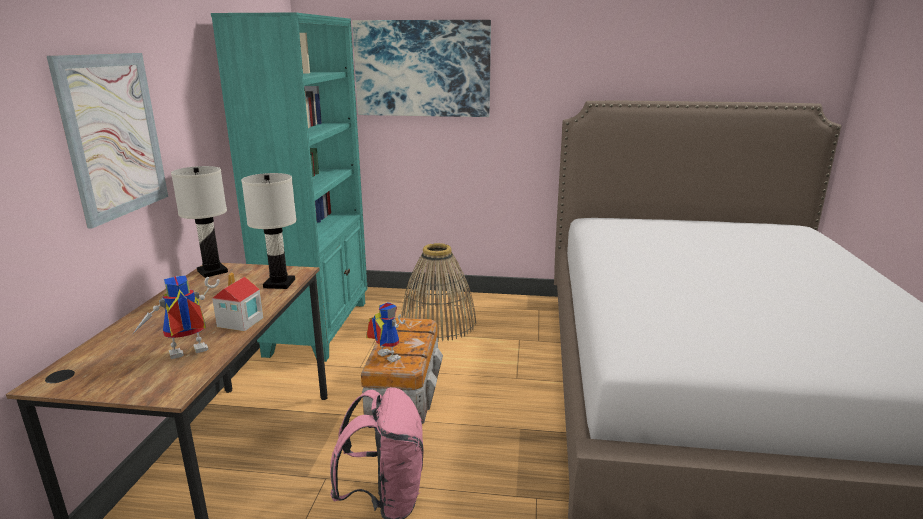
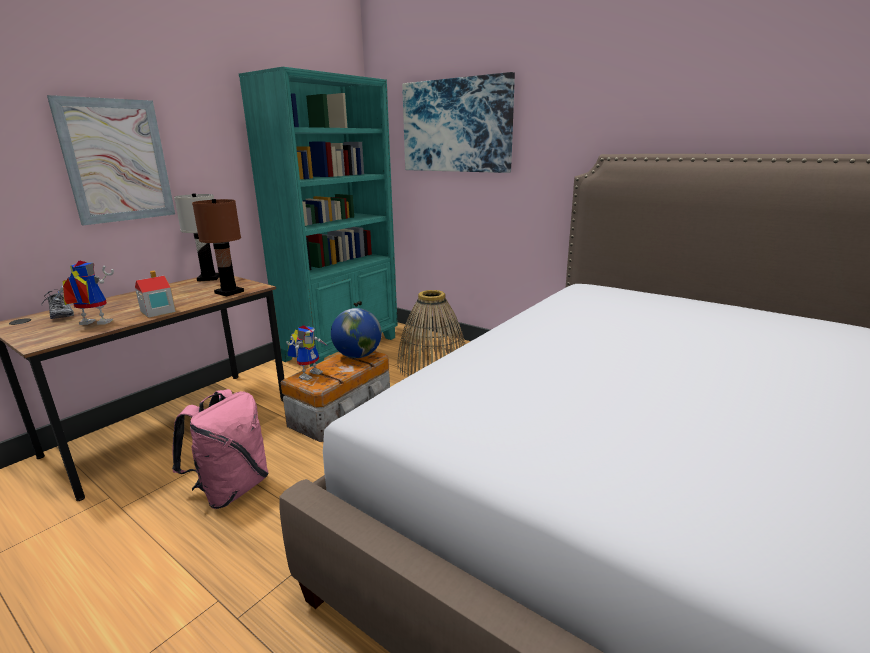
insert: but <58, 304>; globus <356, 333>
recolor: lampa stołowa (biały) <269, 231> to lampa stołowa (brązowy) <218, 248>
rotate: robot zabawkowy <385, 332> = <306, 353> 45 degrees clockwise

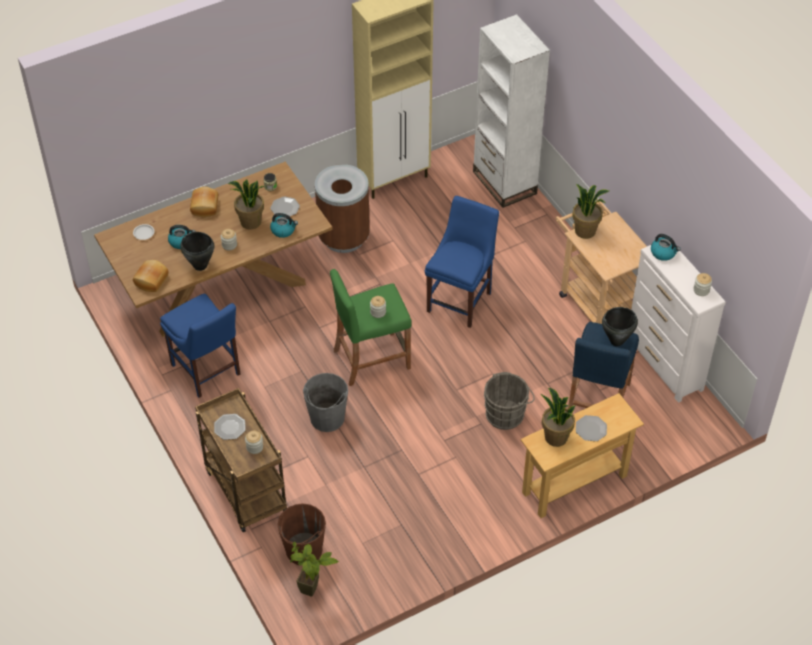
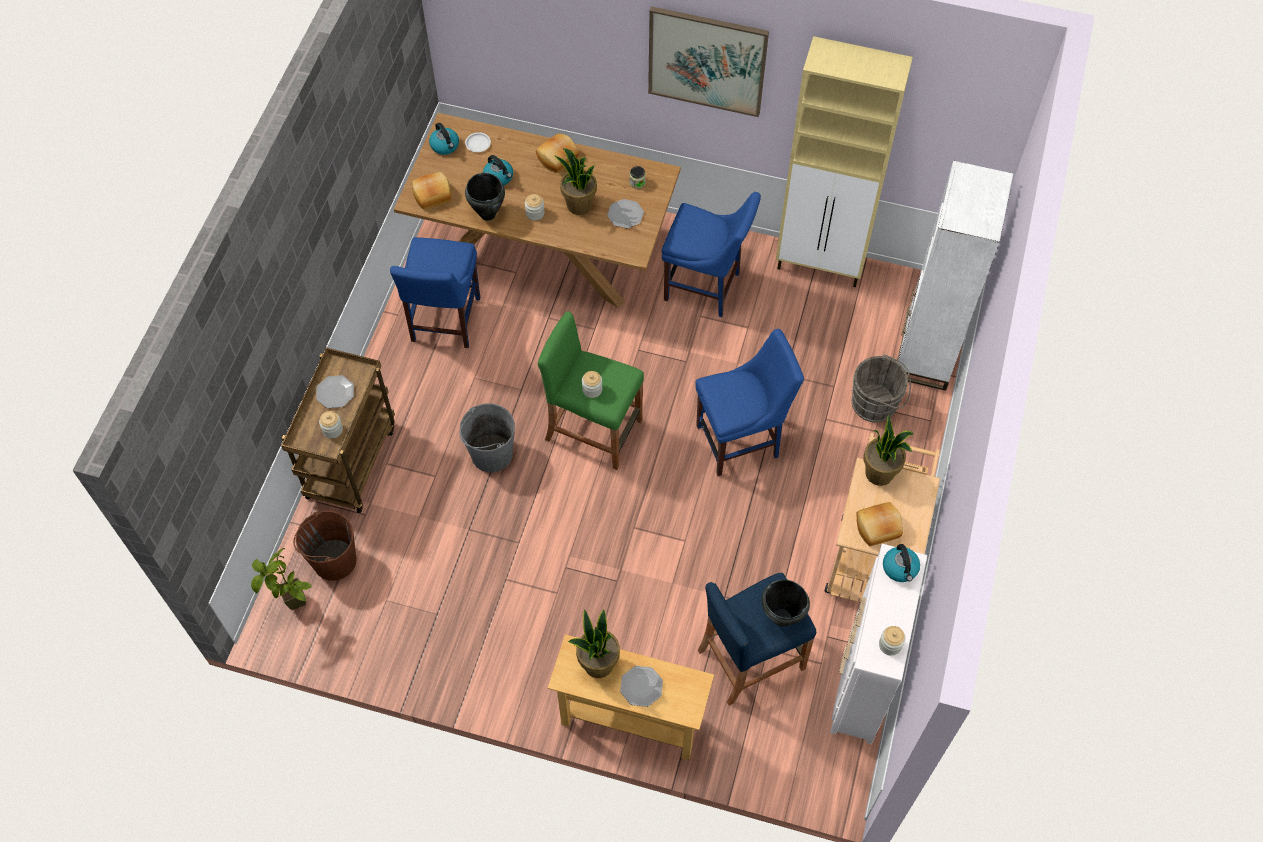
insert: obraz <708, 61>; chleb <879, 524>
move: czajnik <284, 225> to <444, 139>; wiadro (szary) <509, 401> to <881, 388>
replace: kosz na śmieci (brązowy) <342, 208> to krzesło (niebieski) <711, 254>

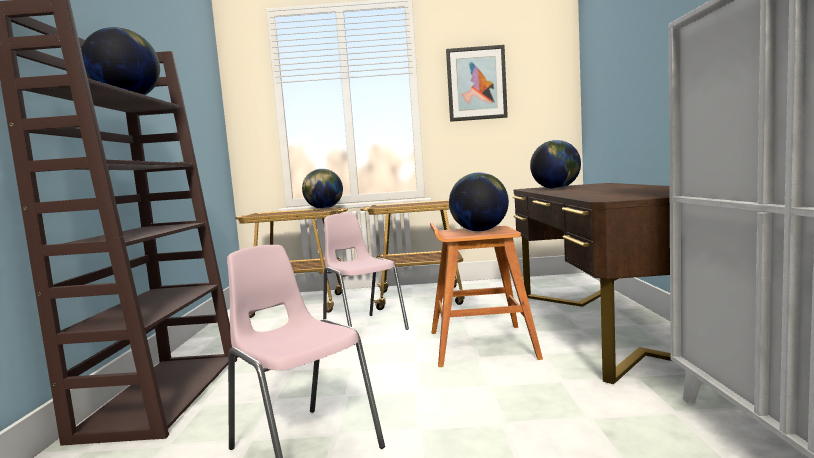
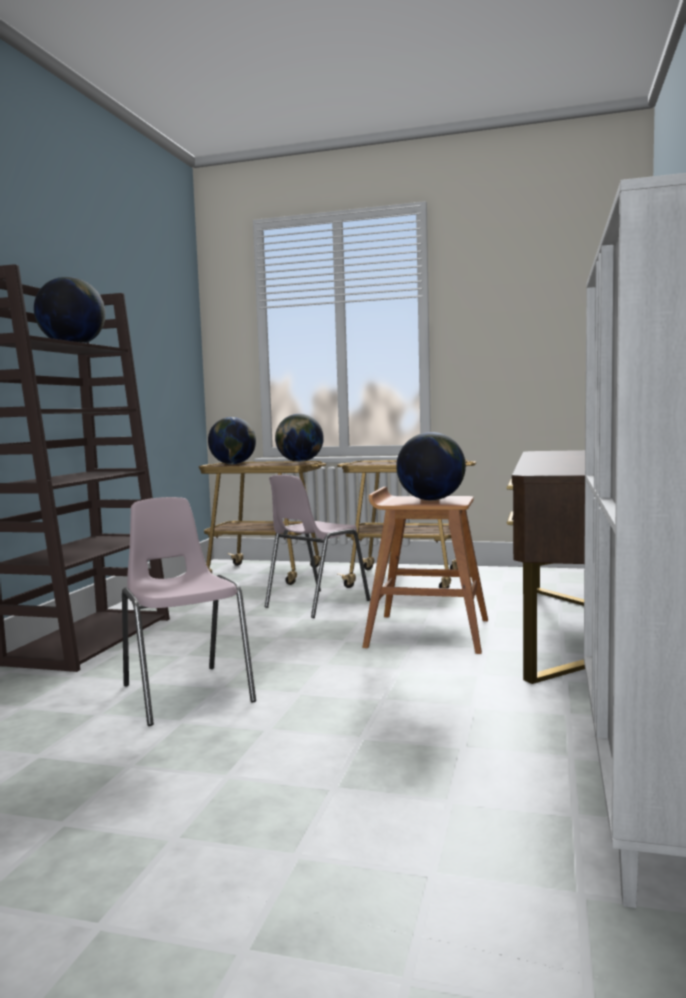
delete: obraz <477, 83>
move: globus <555, 164> to <232, 440>
rotate: krzesło (różowy) <366, 271> = <317, 546> 120 degrees counterclockwise

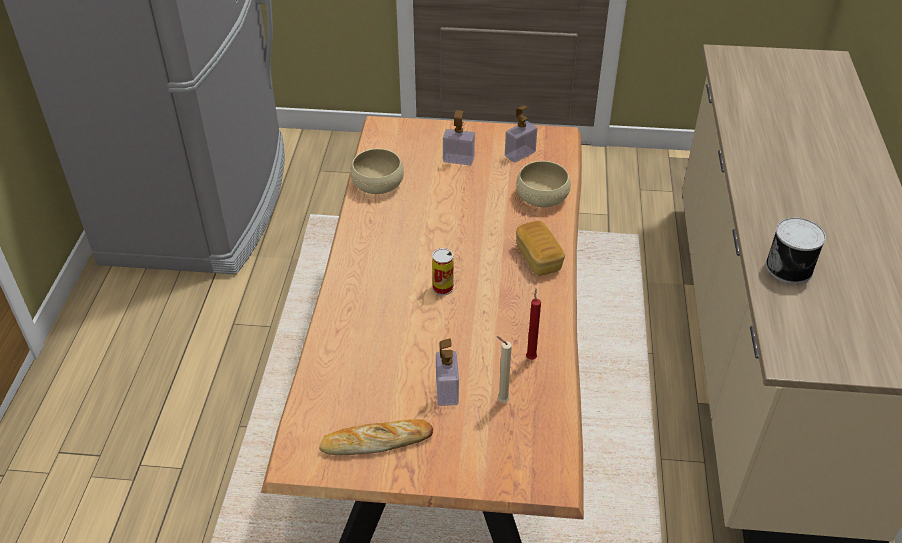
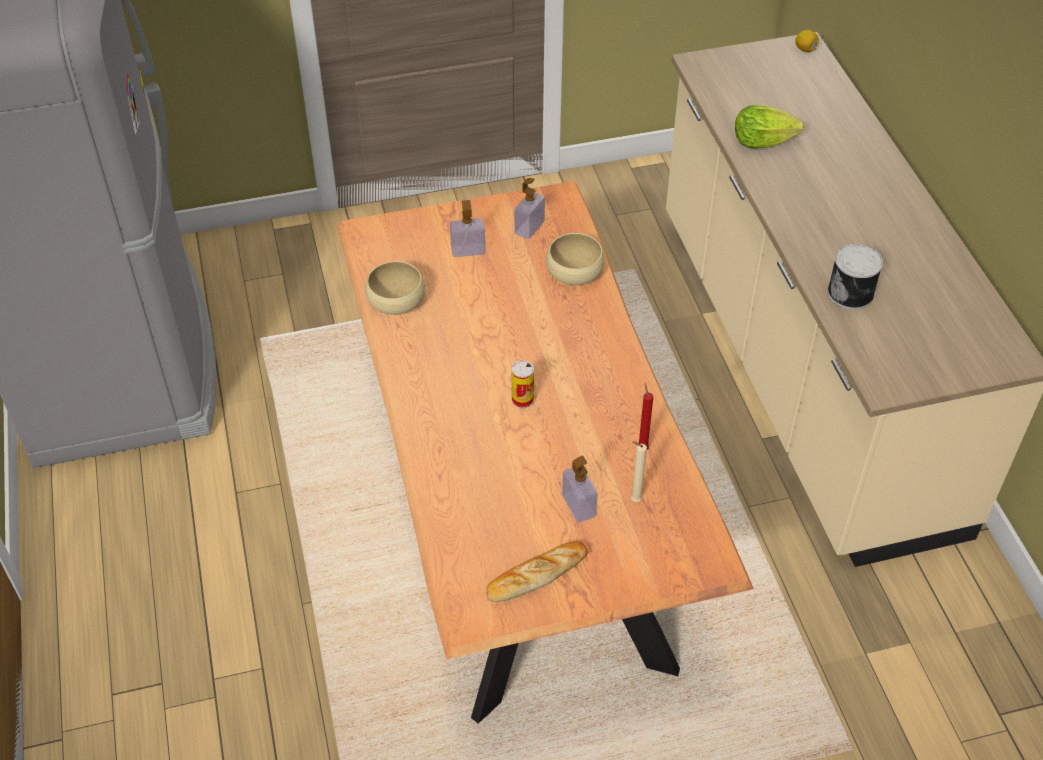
delete: chleb <540, 248>
insert: sałata <769, 127>; cytryna <807, 41>

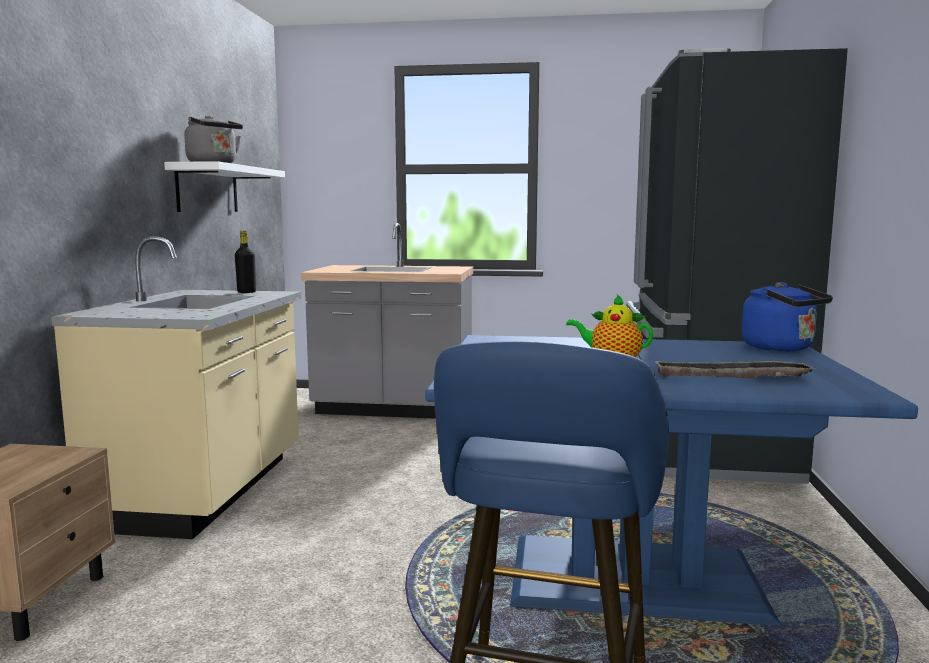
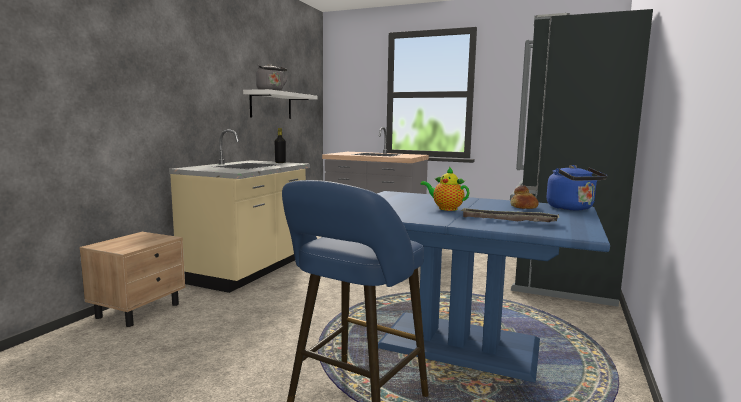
insert: chleb <525, 197>

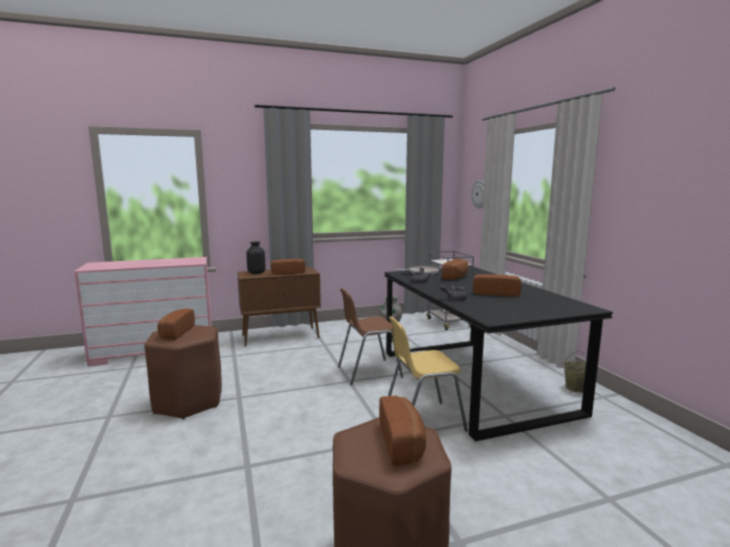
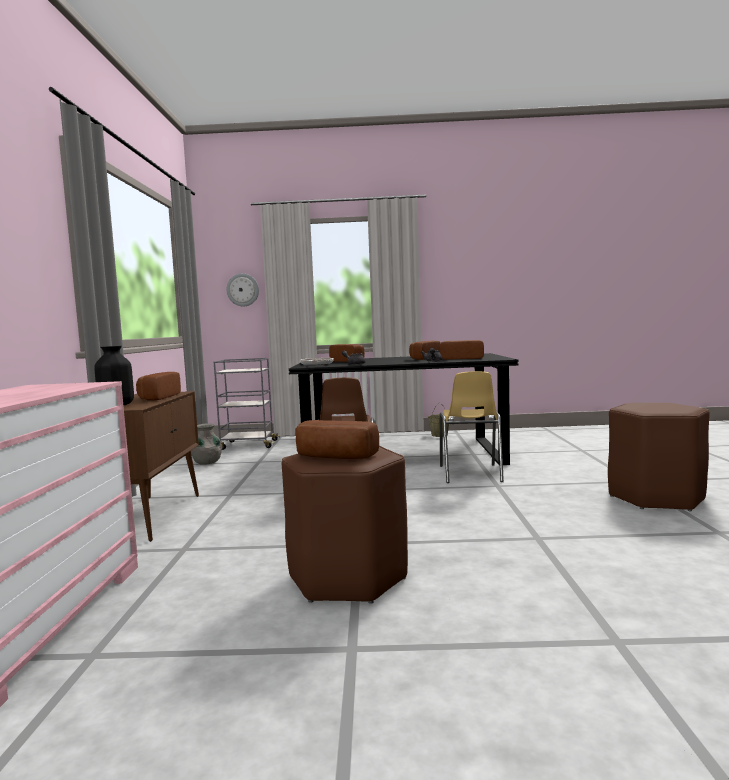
move: chleb <402, 431> to <461, 349>

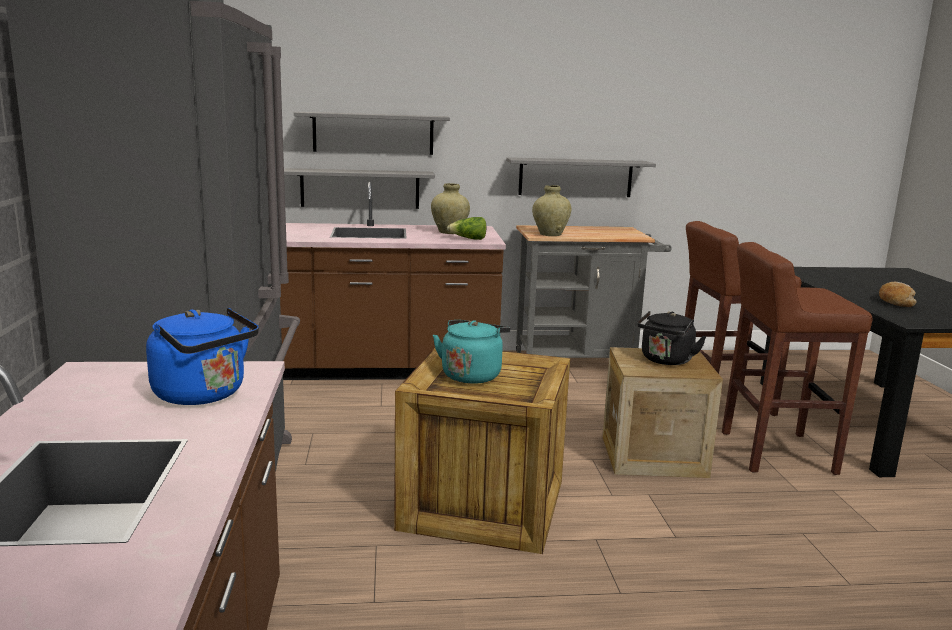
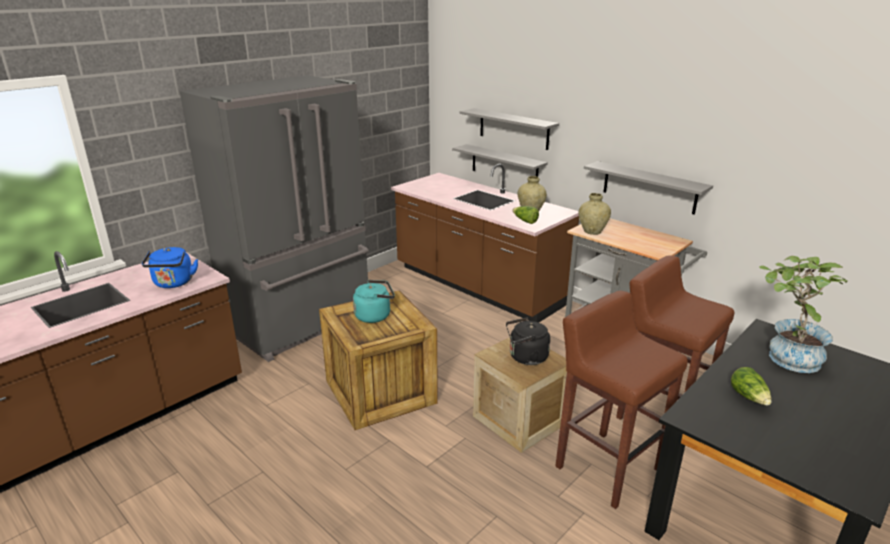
insert: roślina doniczkowa <803, 314>
replace: chleb <898, 294> to sałata <751, 386>

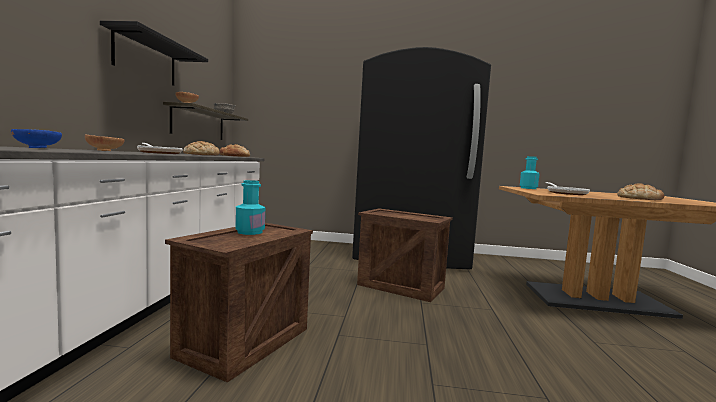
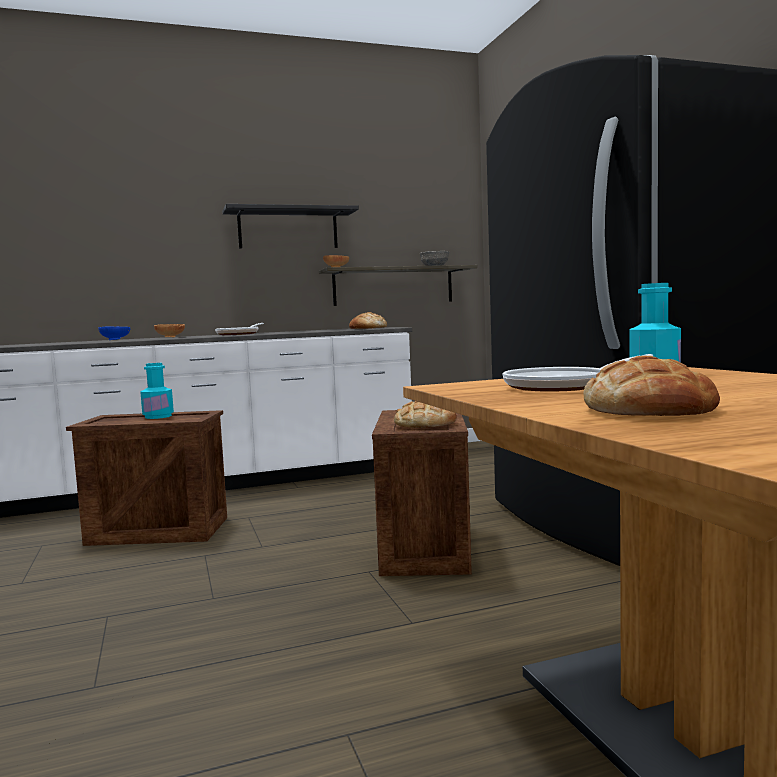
move: chleb <201, 148> to <425, 414>

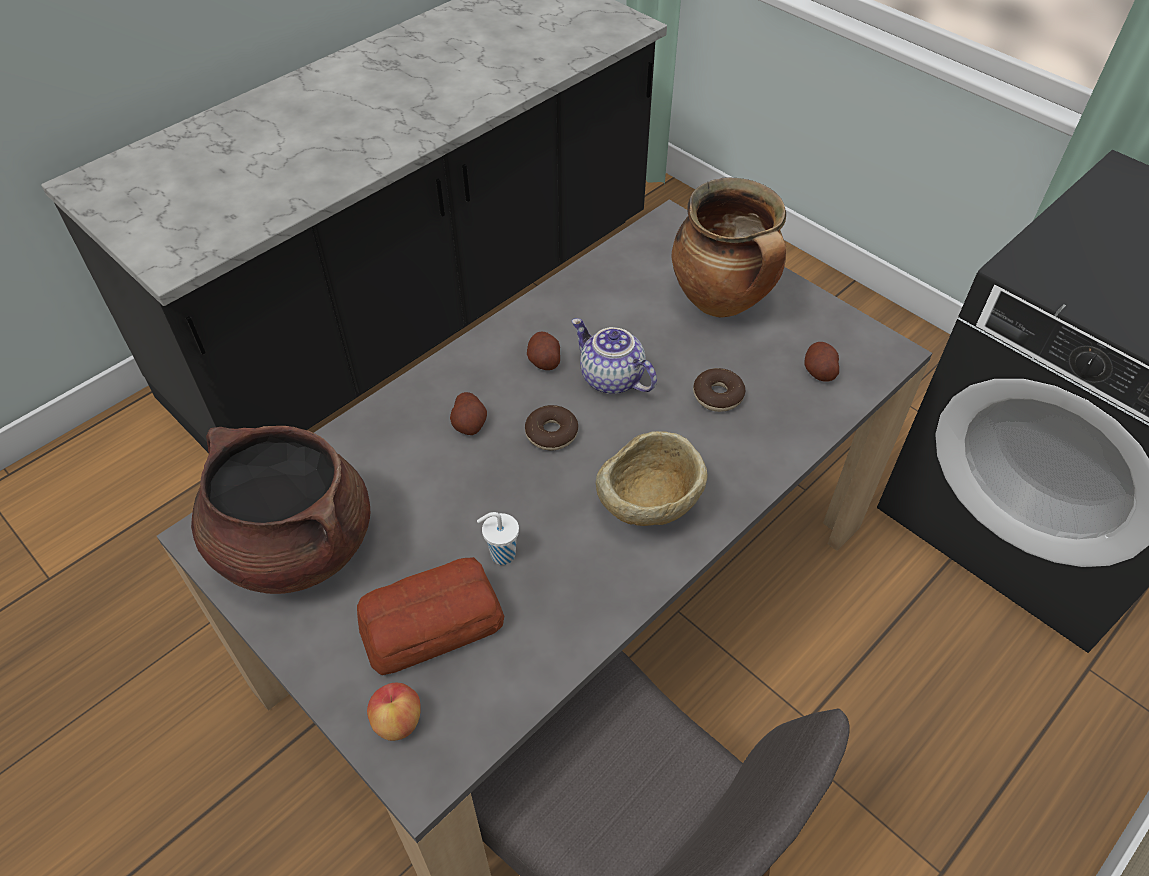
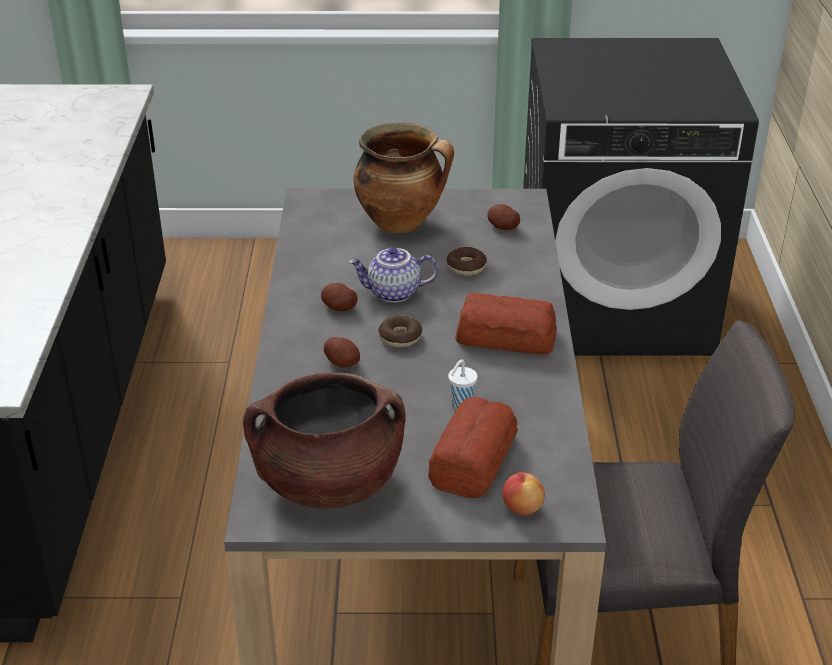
replace: miska (beżowy) <651, 478> to chleb <506, 324>

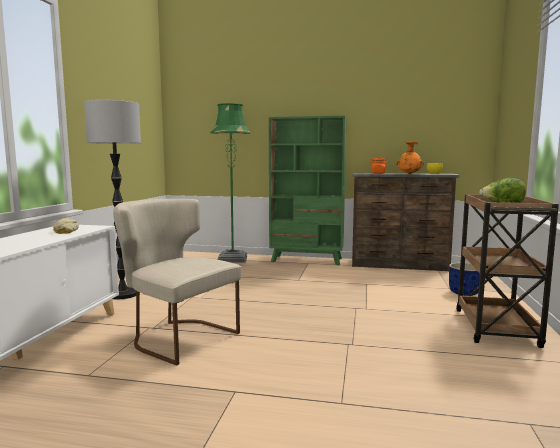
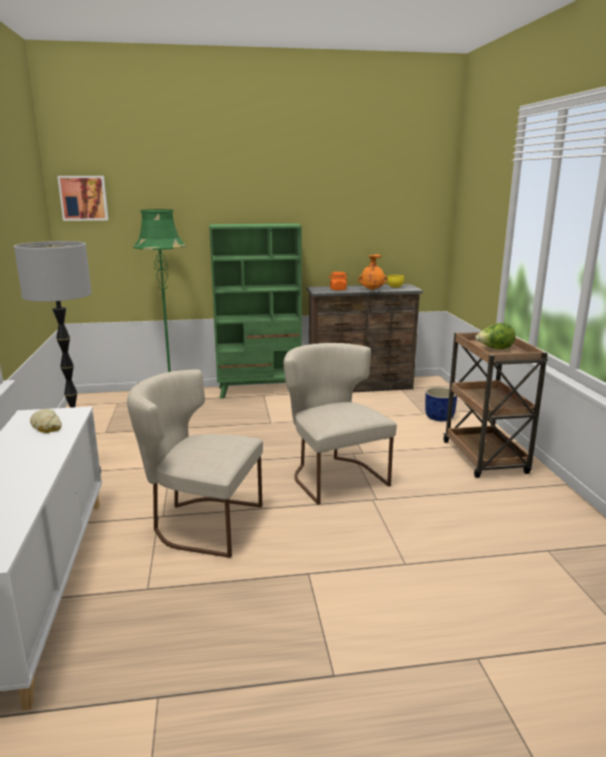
insert: obraz <82, 198>; krzesło (beżowy) <340, 424>

